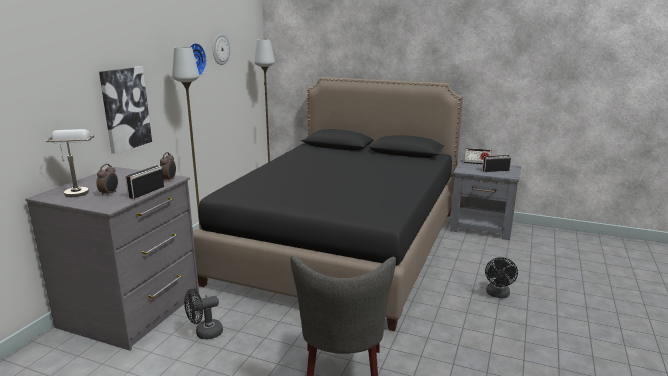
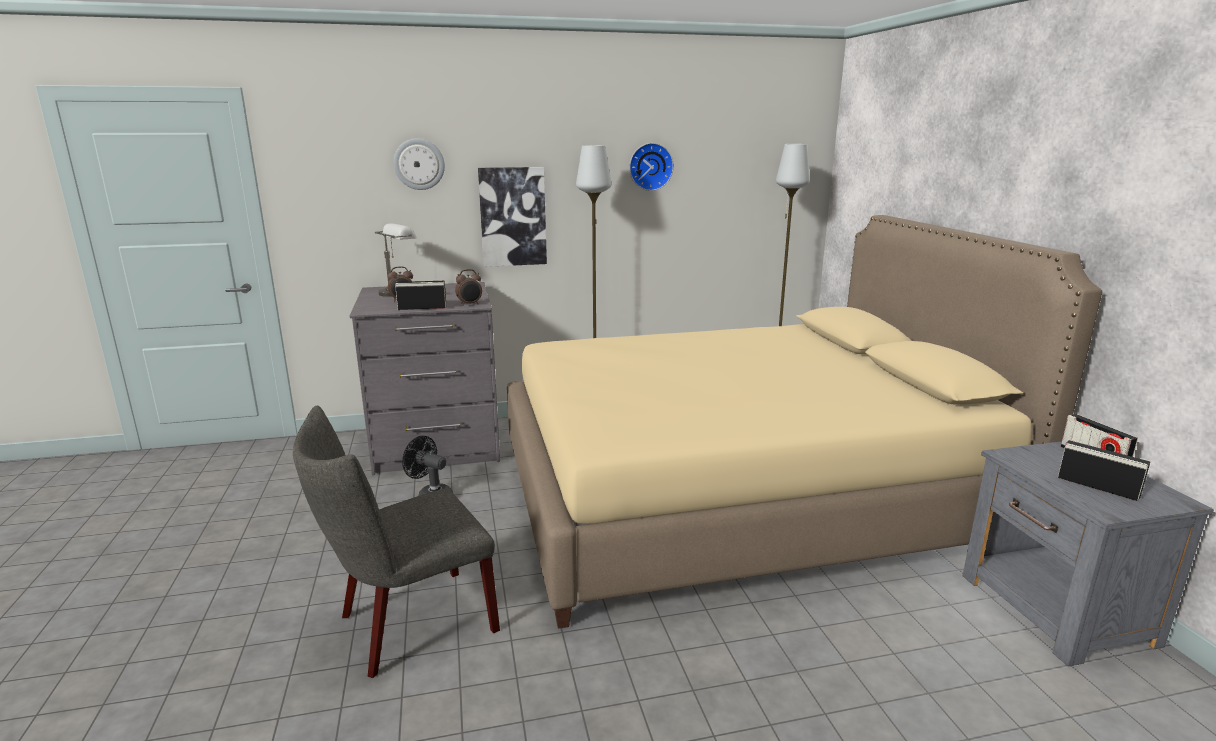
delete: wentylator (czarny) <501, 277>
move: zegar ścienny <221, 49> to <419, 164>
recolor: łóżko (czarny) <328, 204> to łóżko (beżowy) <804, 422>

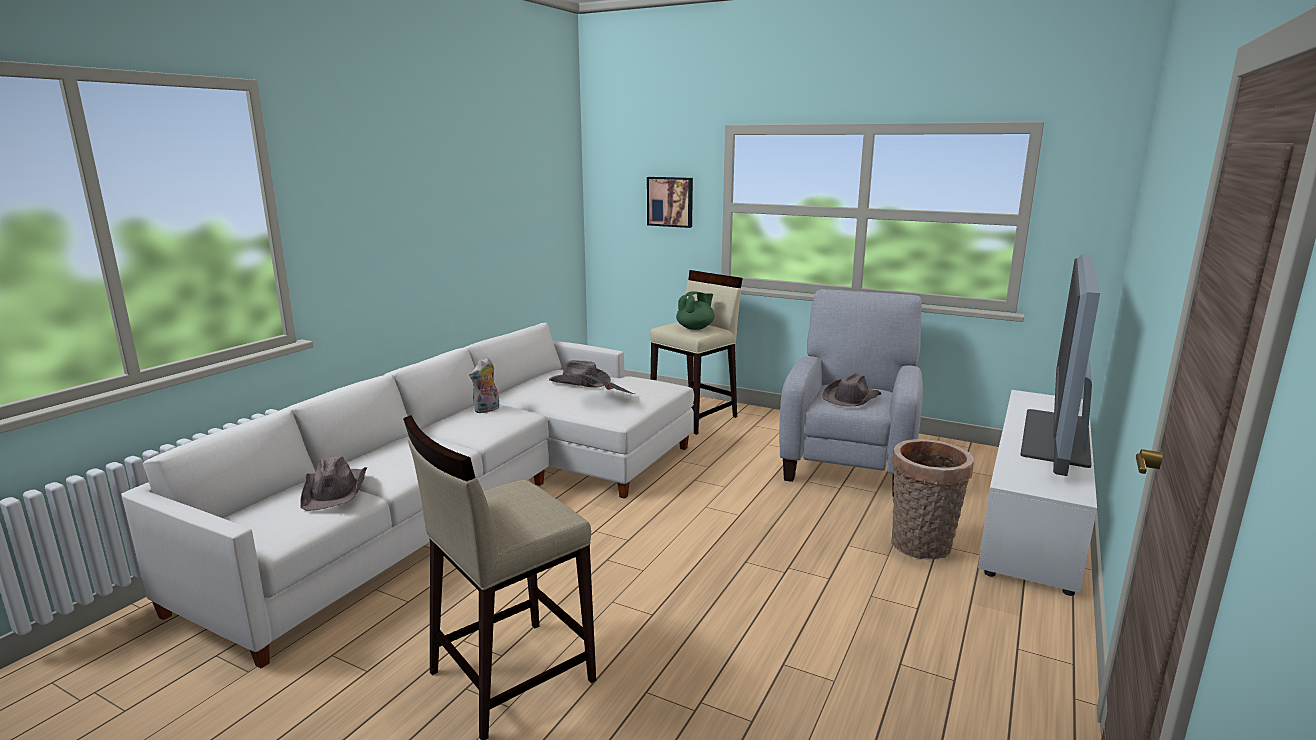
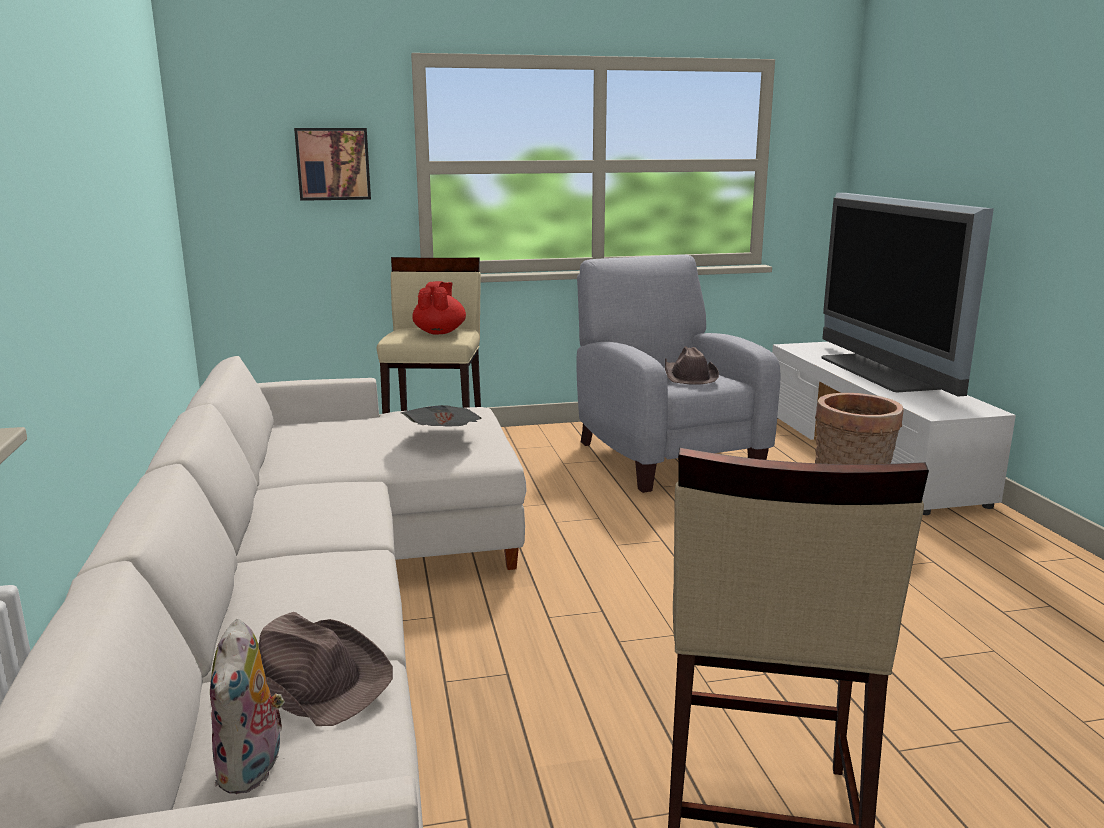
delete: kapelusz (brązowy) <580, 374>
move: pluszak <484, 385> to <247, 706>
recolor: imbryk (zielony) <695, 310> to imbryk (czerwony) <439, 308>

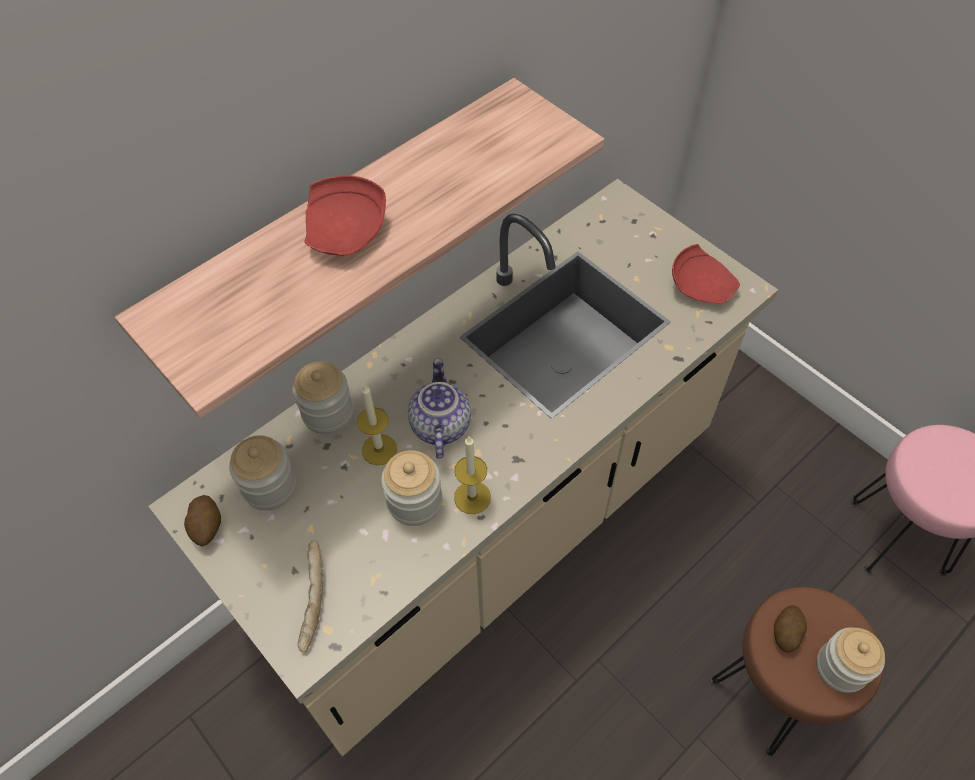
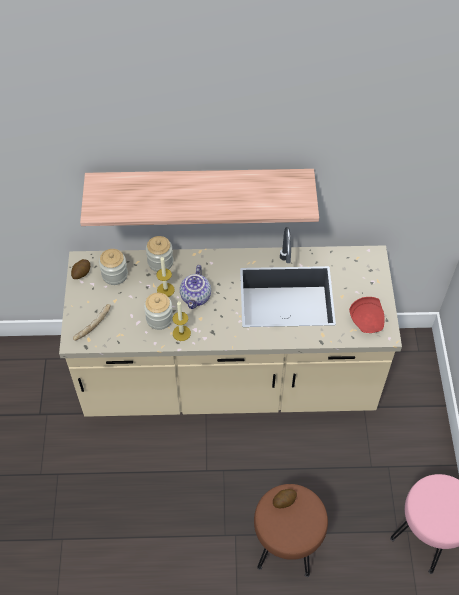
delete: talerz (czerwony) <345, 215>; słoik <851, 660>
rotate: imbryk <439, 408> = <195, 287> 150 degrees clockwise

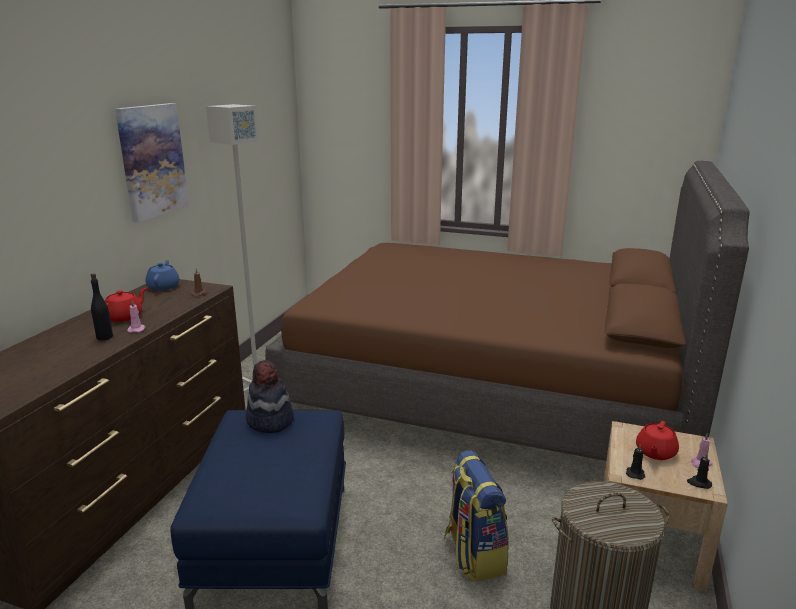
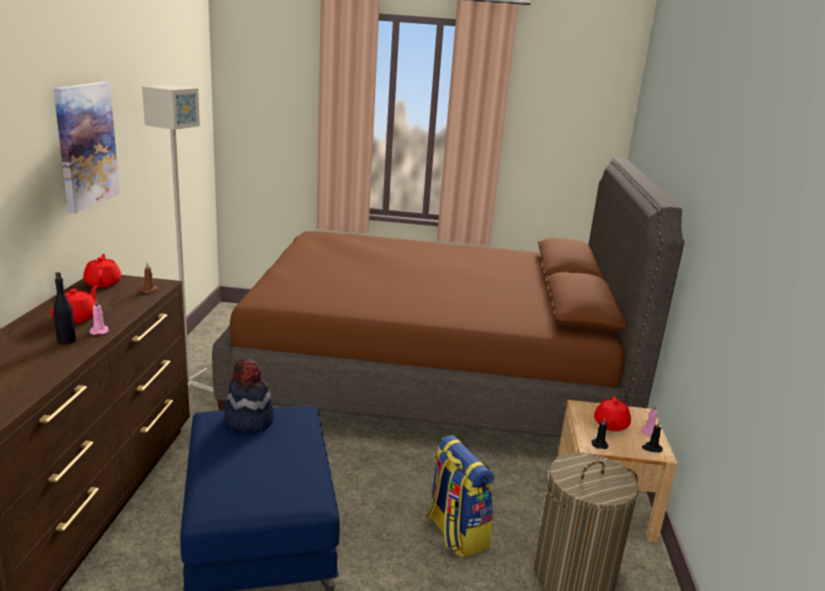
recolor: imbryk (niebieski) <162, 275> to imbryk (czerwony) <102, 270>

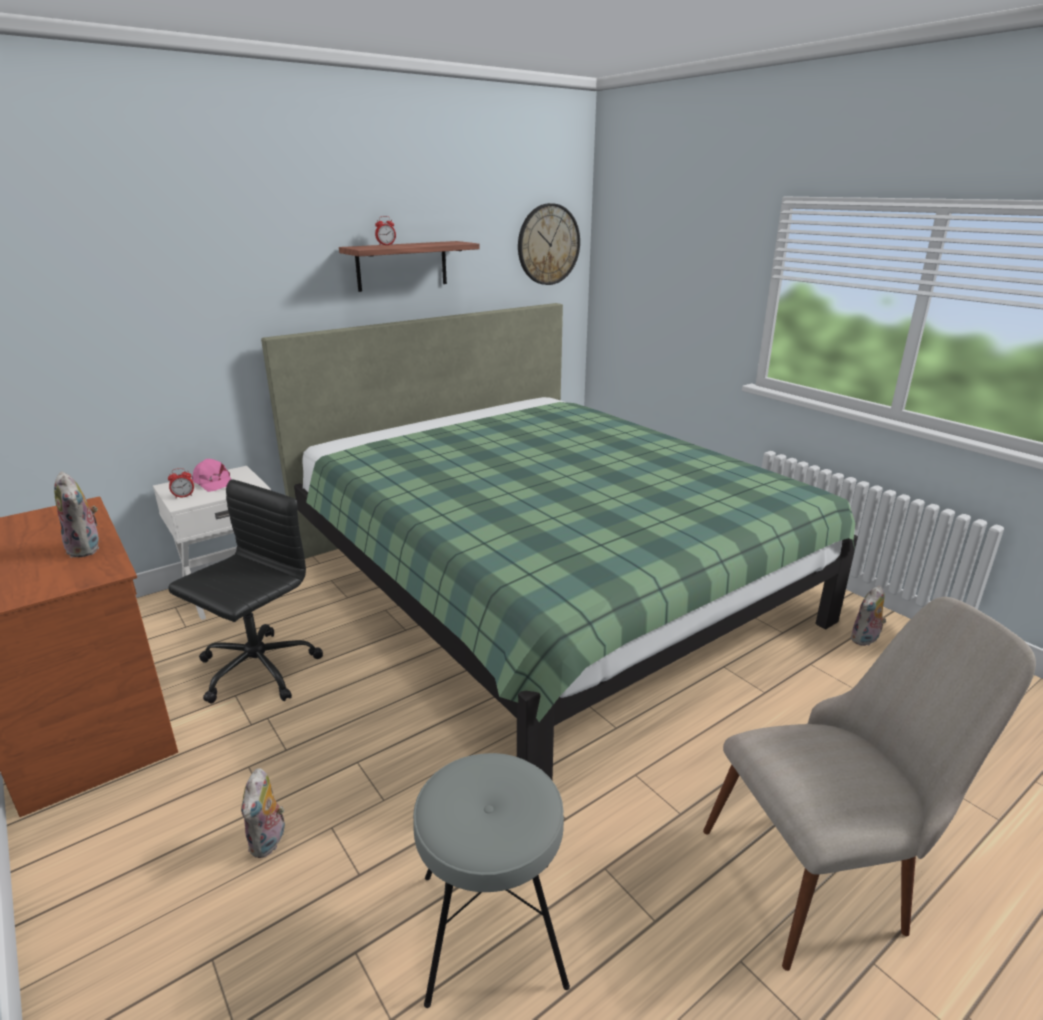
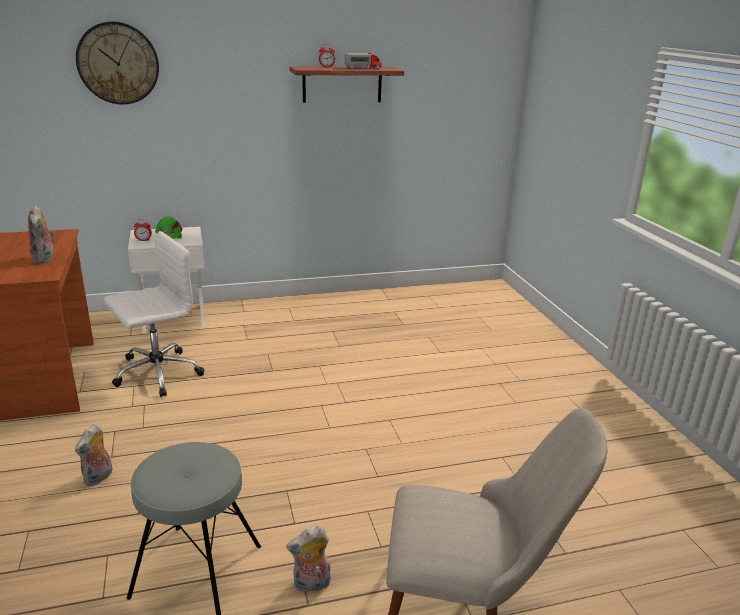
delete: łóżko (zielony) <559, 542>
insert: ciężarówka zabawkowa <363, 61>
move: zegar ścienny <549, 244> to <117, 63>; pluszak <868, 615> to <308, 559>
recolor: krzesło biurowe (czarny) <245, 592> to krzesło biurowe (biały) <154, 314>; czapka z daszkiem (różowy) <212, 475> to czapka z daszkiem (zielony) <169, 227>

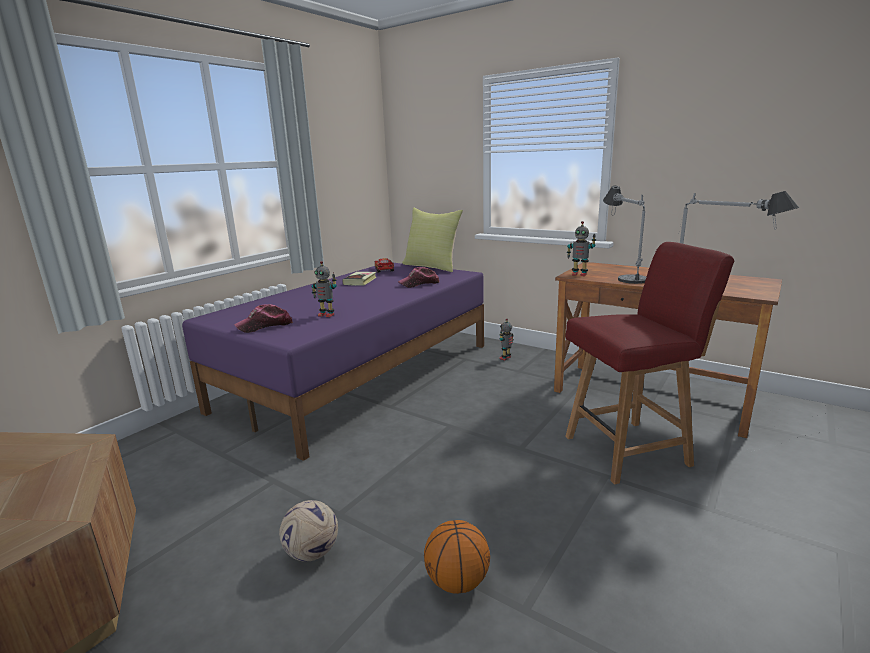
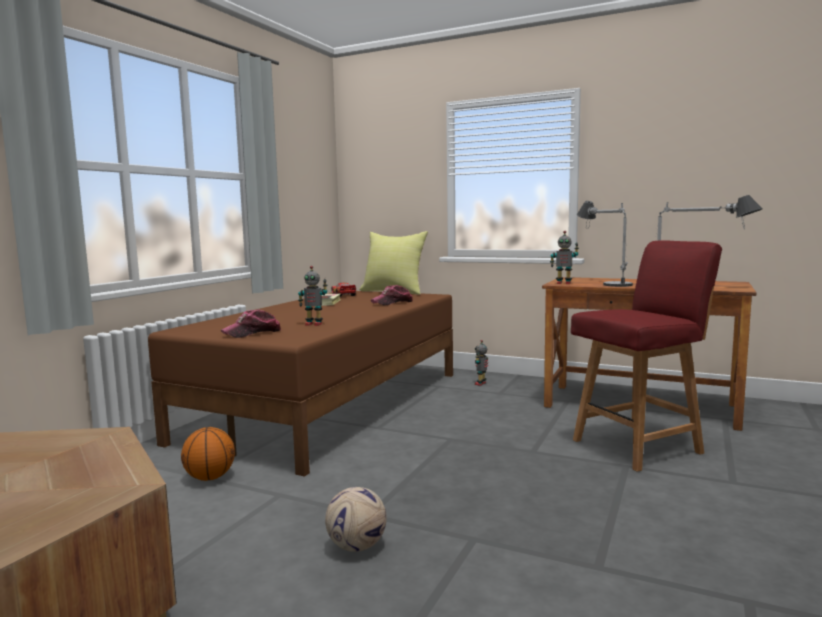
move: piłka do koszykówki <457, 557> to <208, 454>
recolor: łóżko (fioletowy) <333, 362> to łóżko (brązowy) <300, 384>

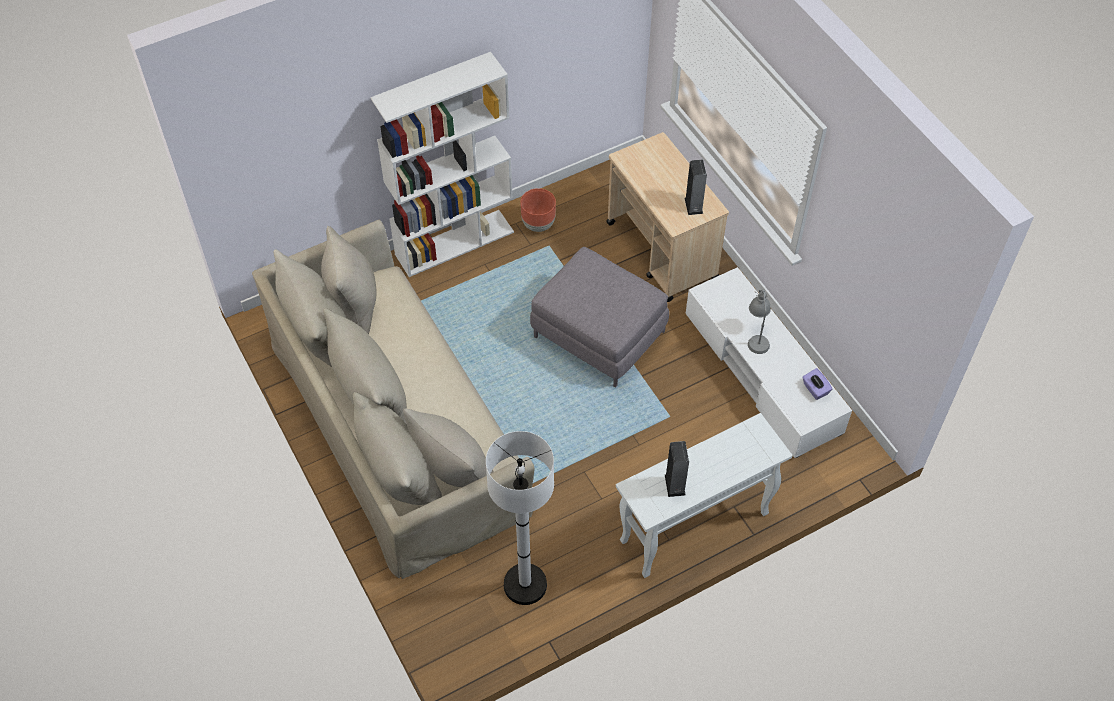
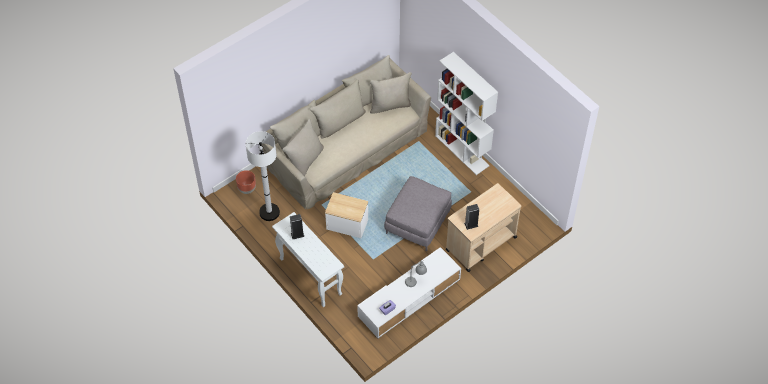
insert: stolik <346, 215>
move: donica (brązowy) <538, 210> to <246, 182>

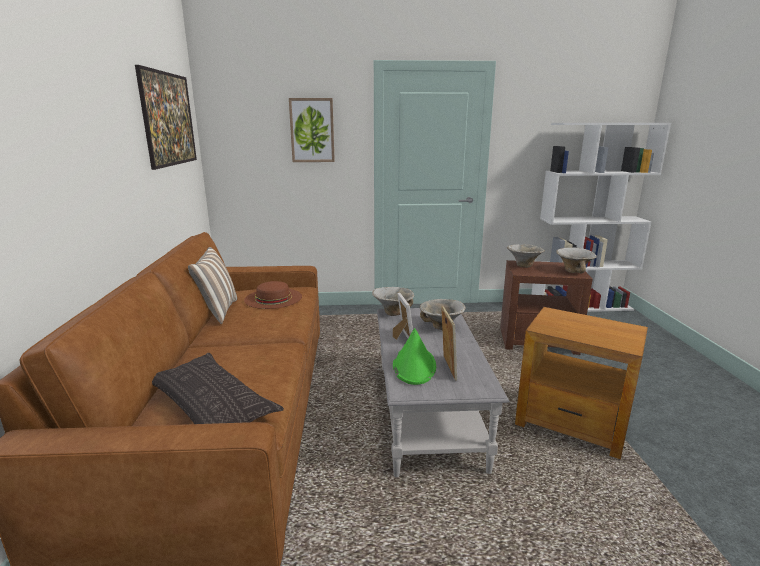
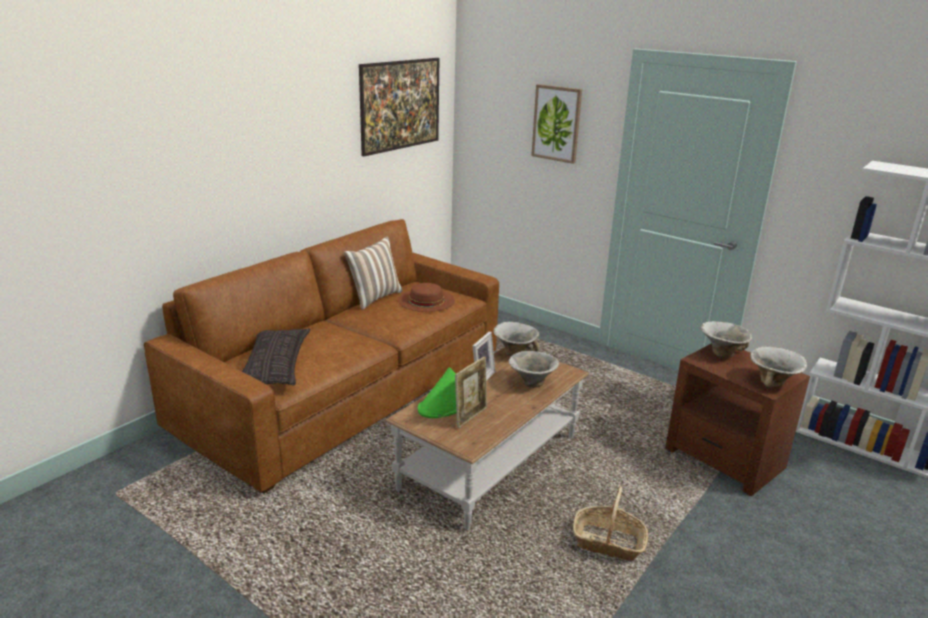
replace: stolik (brązowy) <581, 383> to koszyk <610, 523>
recolor: ława (szary) <443, 392> to ława (brązowy) <487, 438>

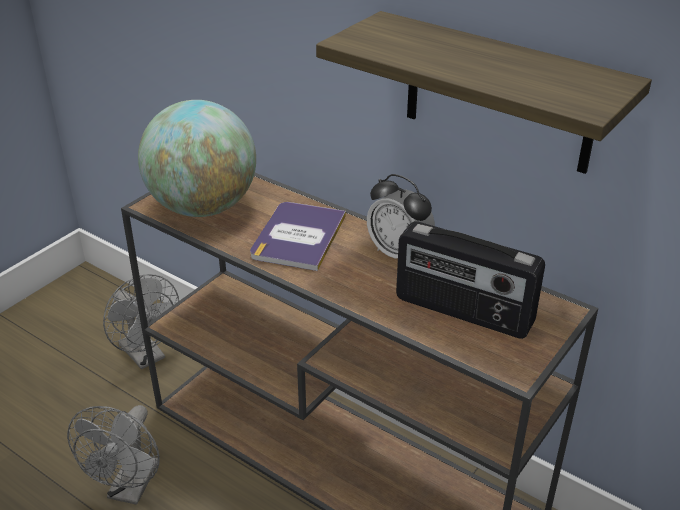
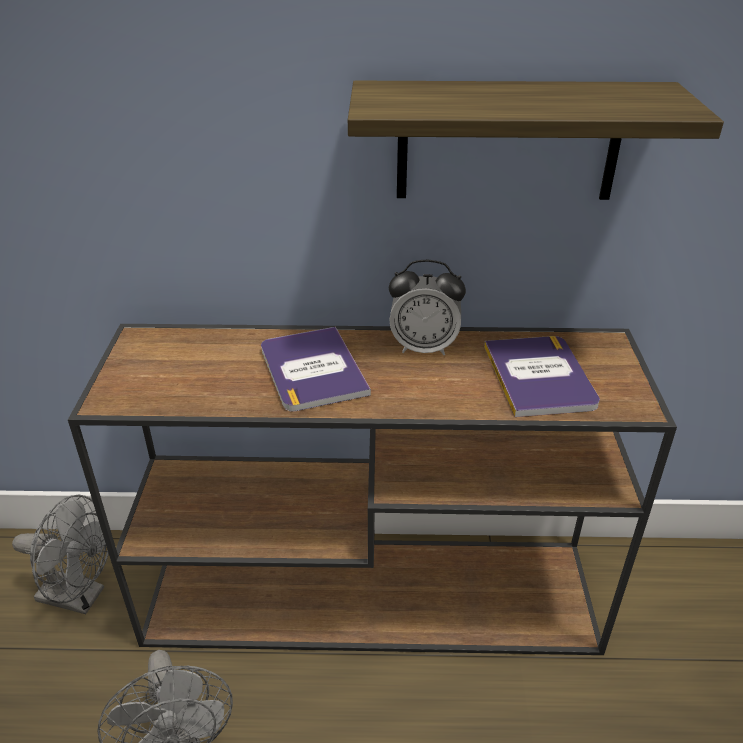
delete: globus <197, 158>
replace: radio <470, 280> to książka <542, 376>

